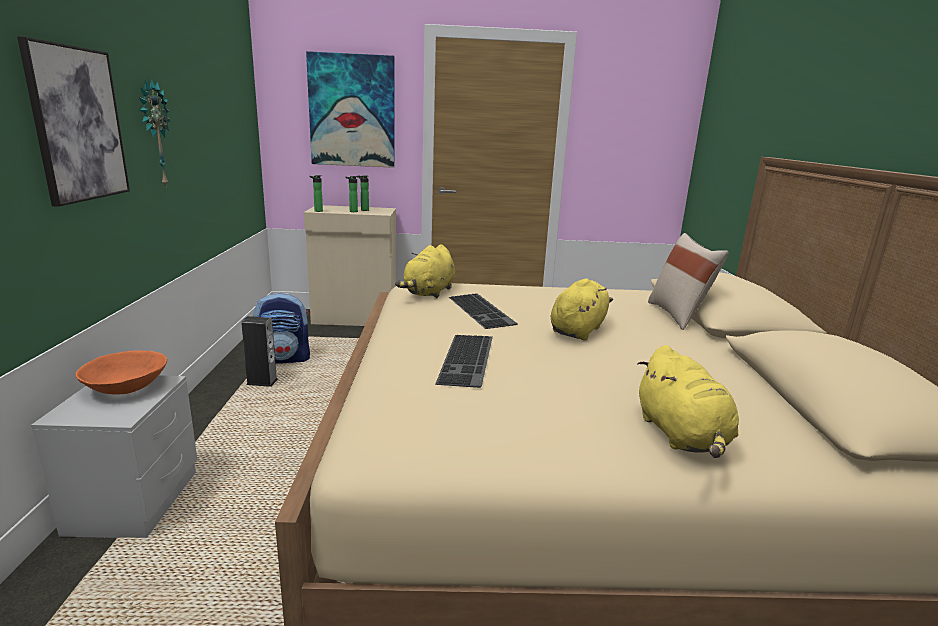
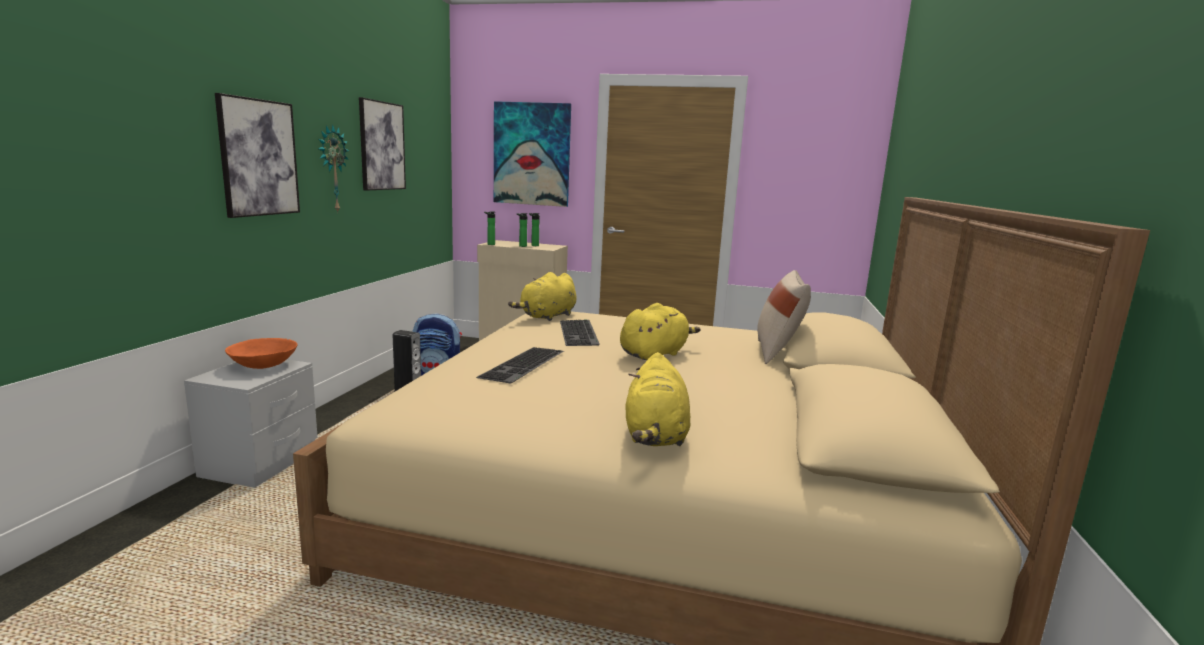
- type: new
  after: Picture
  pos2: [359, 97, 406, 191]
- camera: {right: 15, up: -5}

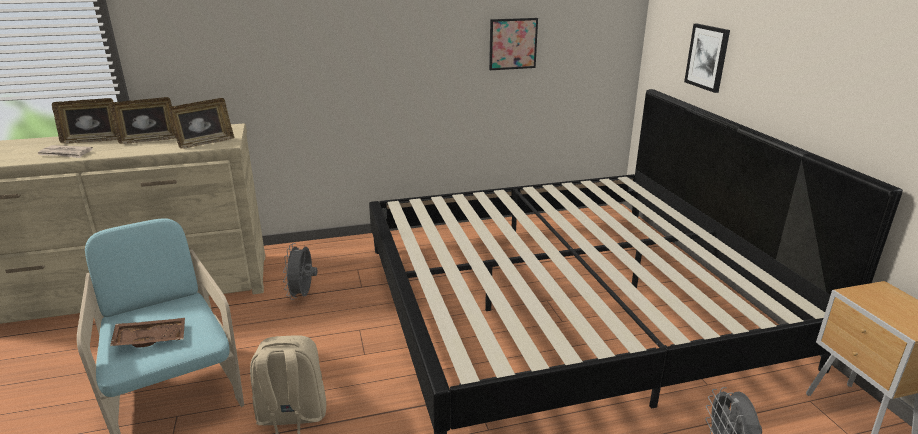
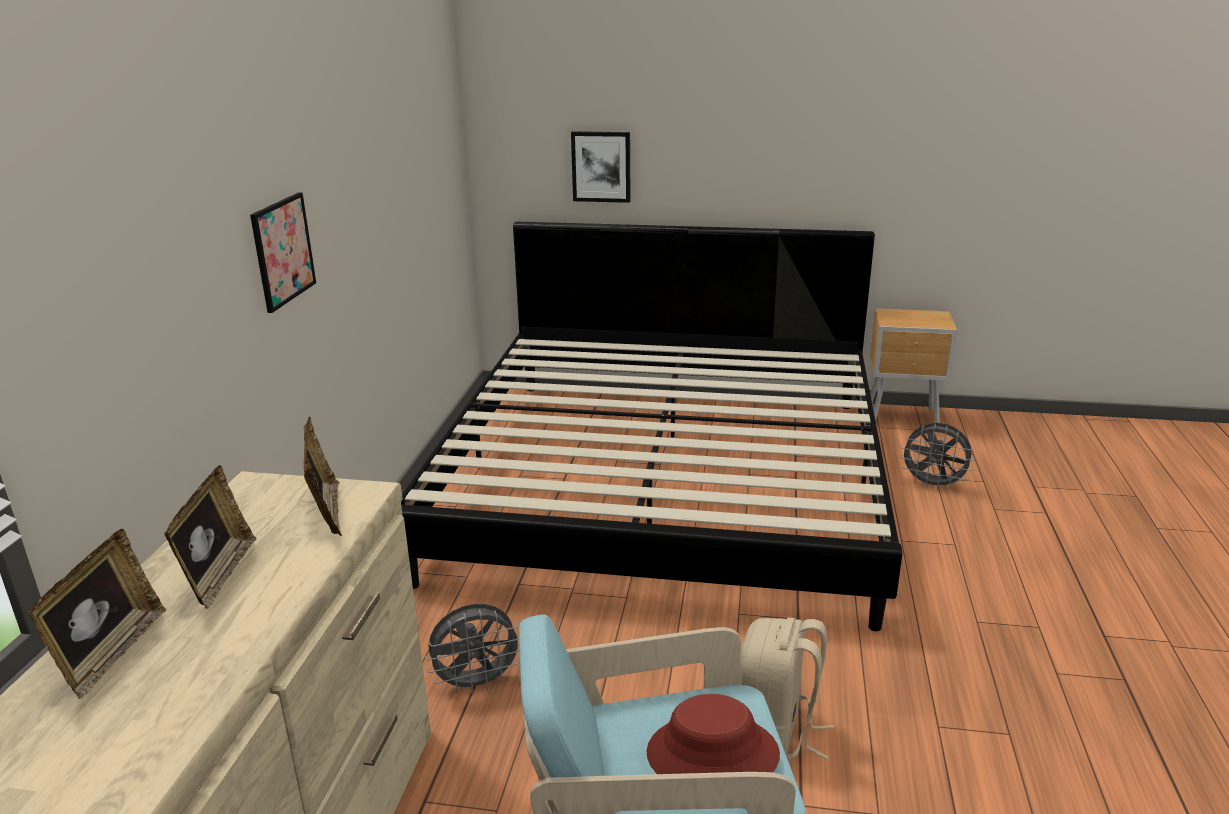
- type: shifted
  before: Picture
  pos1: [489, 18, 538, 70]
  pos2: [250, 192, 316, 313]
- type: gone
  before: Newspaper
  pos1: [38, 145, 93, 158]
- type: rotated
  before: GreyFan
  pos1: [283, 243, 318, 300]
  pos2: [425, 604, 520, 694]
  turn: -45
- type: swapped
  before: BrownTray
  after: RedHat
  pos1: [110, 318, 185, 348]
  pos2: [647, 694, 780, 774]
- camera: {right: -65, up: 0}

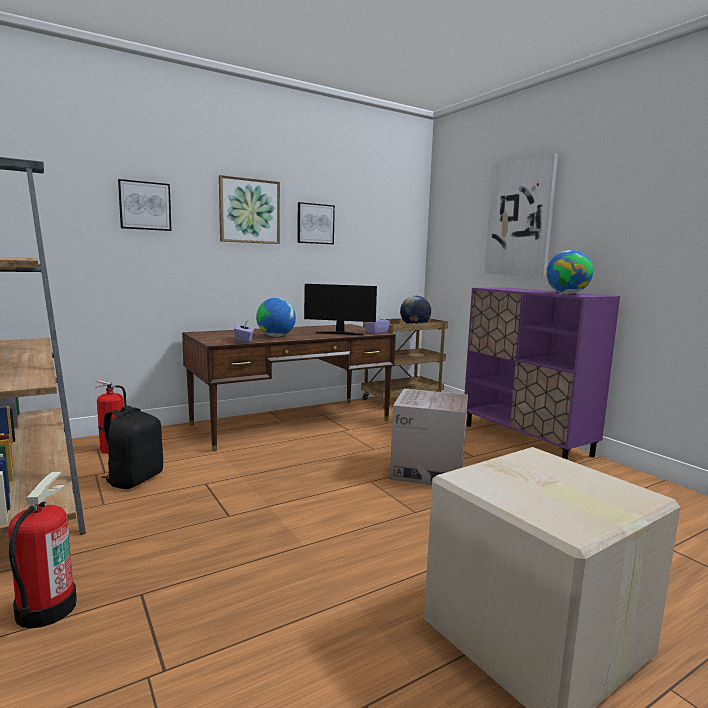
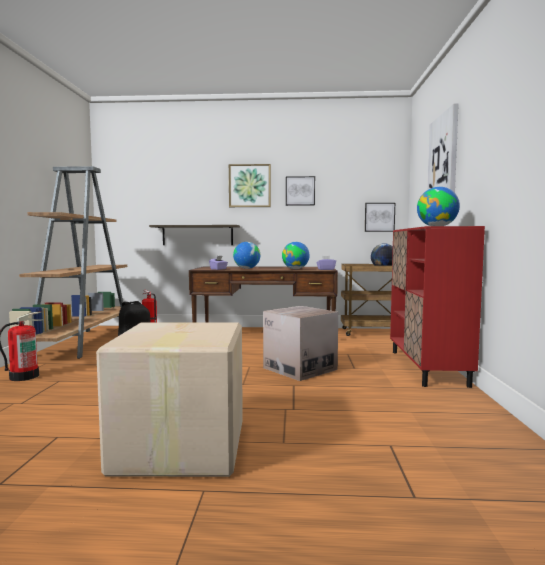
- type: shifted
  before: Picture
  pos1: [118, 179, 172, 231]
  pos2: [365, 203, 395, 232]
- type: swapped
  before: Monitor
  after: Globe
  pos1: [304, 284, 377, 335]
  pos2: [282, 242, 310, 269]
- type: repainted
  before: PurpleCabinet
  after: RedCabinet
  pos1: [465, 287, 620, 460]
  pos2: [390, 226, 485, 388]
- type: new
  after: Shelf
  pos2: [149, 225, 240, 245]
- camera: {right: 35, up: -5}

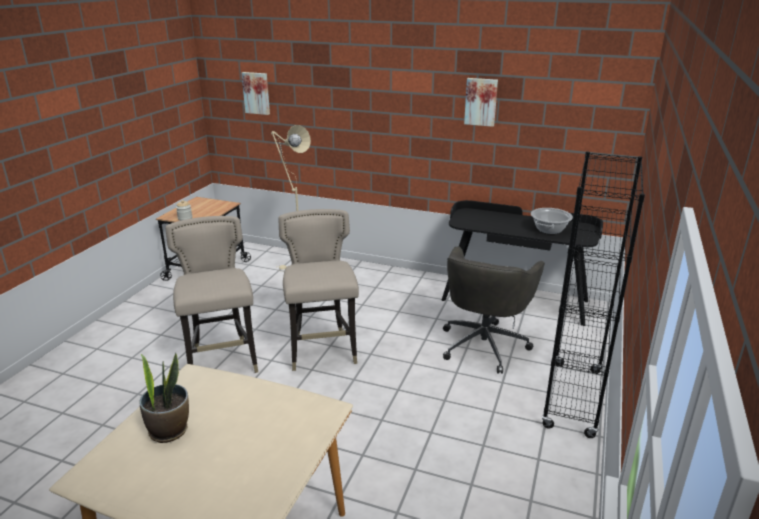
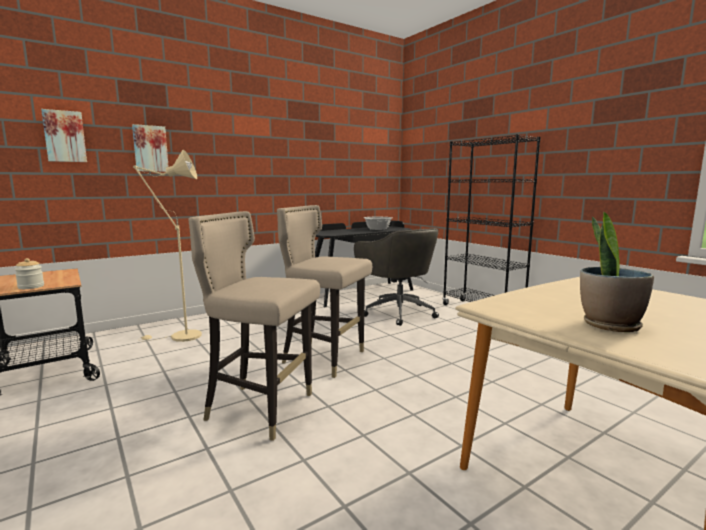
- type: shifted
  before: Picture
  pos1: [464, 78, 498, 127]
  pos2: [132, 124, 169, 172]
- camera: {right: -55, up: -15}

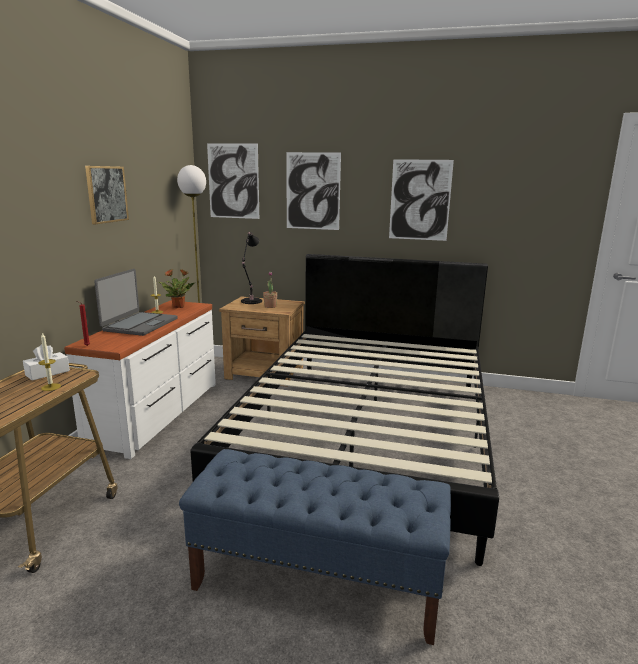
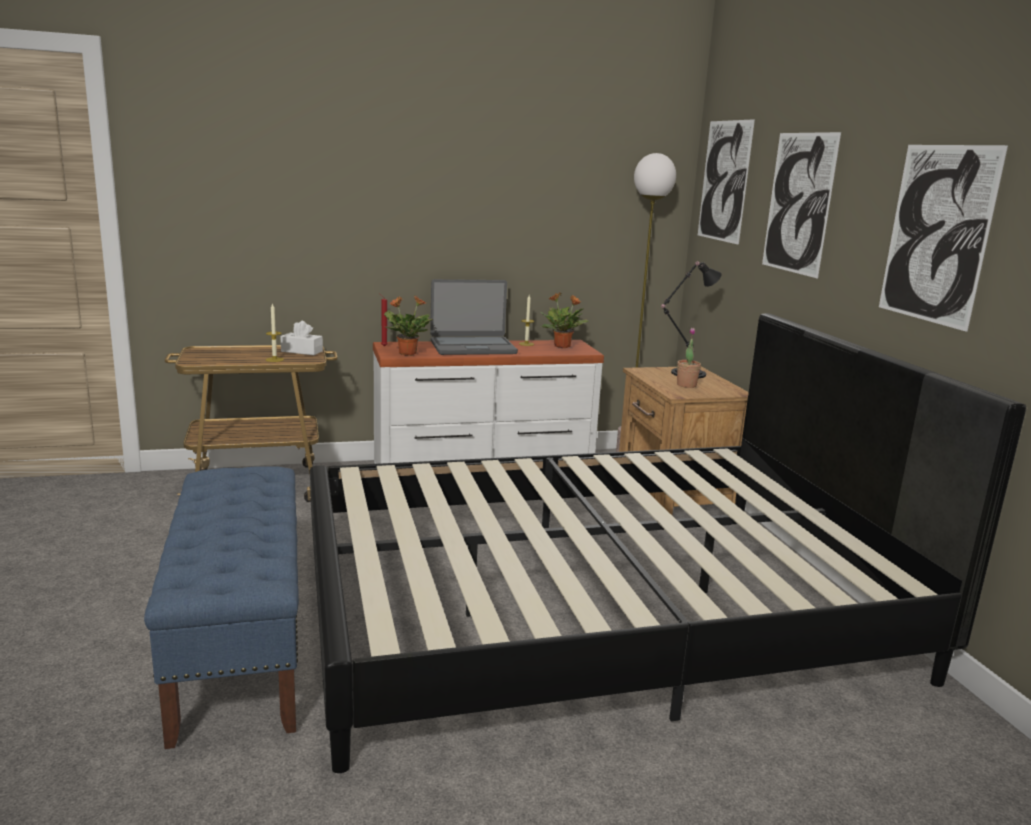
- type: gone
  before: Picture
  pos1: [85, 166, 129, 224]
- type: new
  after: PottedPlant
  pos2: [384, 295, 433, 355]
- camera: {right: 60, up: 0}

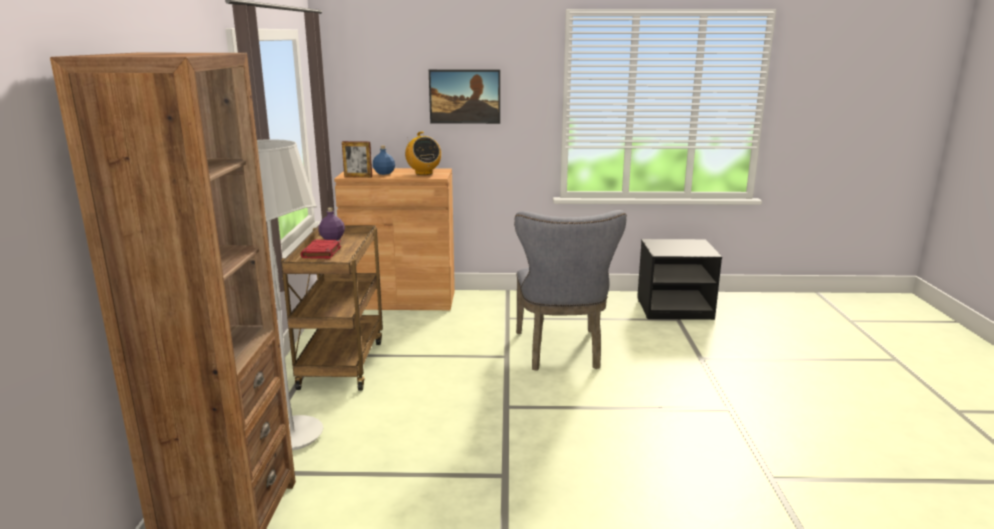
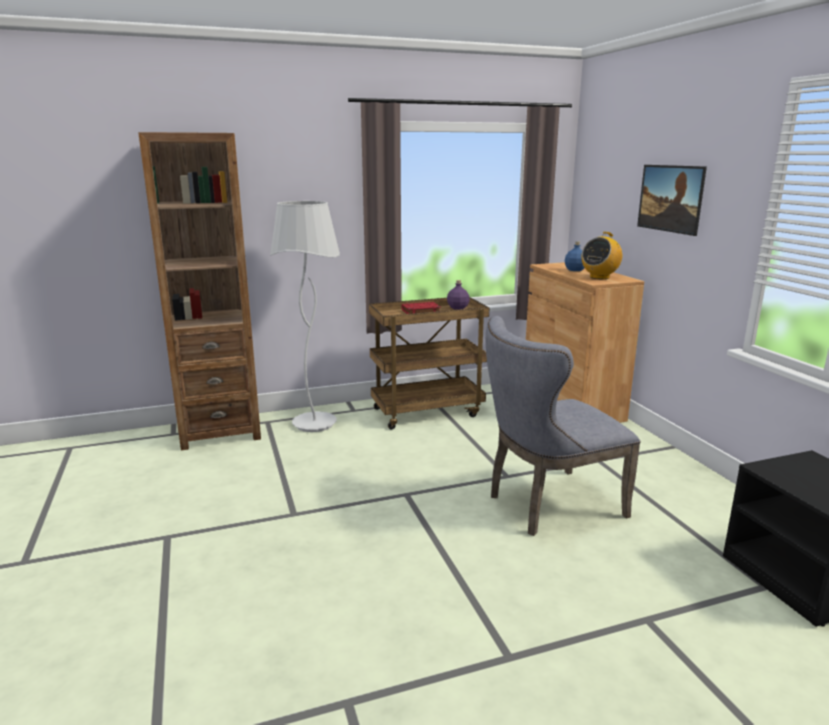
- type: gone
  before: PictureFrame
  pos1: [342, 141, 372, 178]
- camera: {right: 70, up: 0}

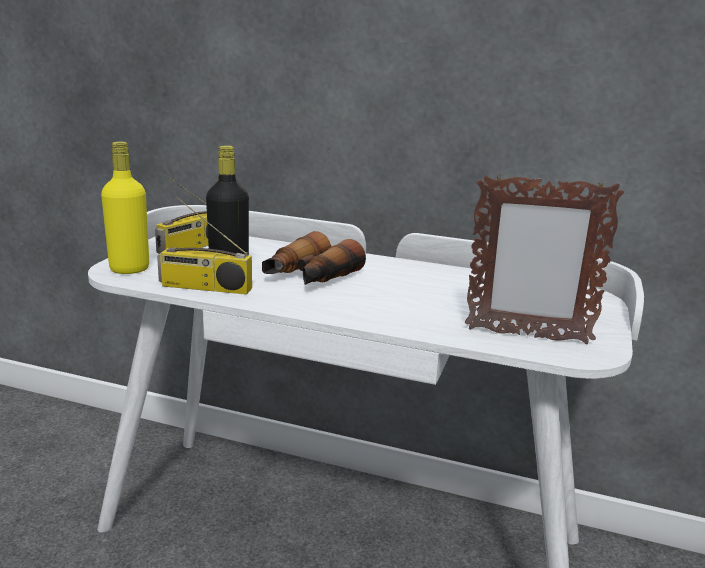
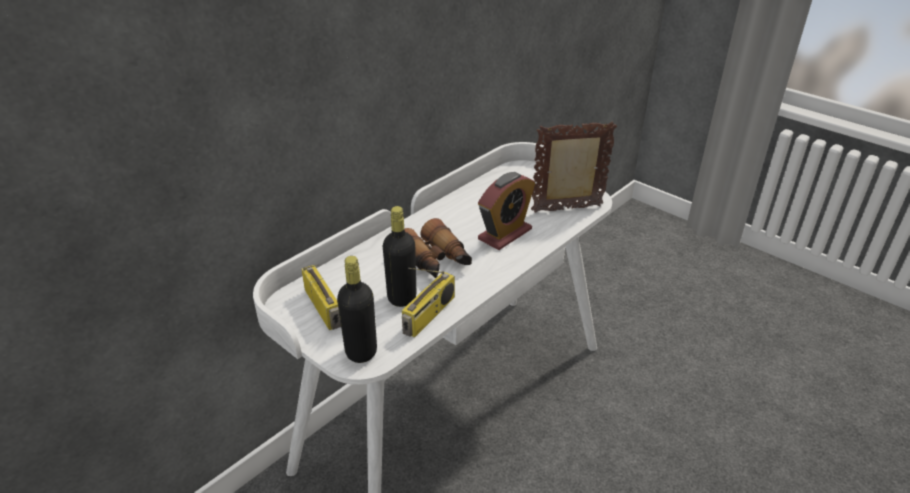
- type: repainted
  before: YellowBottle
  after: BlackBottle
  pos1: [101, 141, 149, 274]
  pos2: [337, 256, 377, 363]
- type: rotated
  before: PictureFrame
  pos1: [465, 174, 624, 345]
  pos2: [531, 121, 617, 213]
  turn: -135
- type: new
  after: AlarmClock
  pos2: [478, 172, 535, 250]
- camera: {right: -65, up: 15}

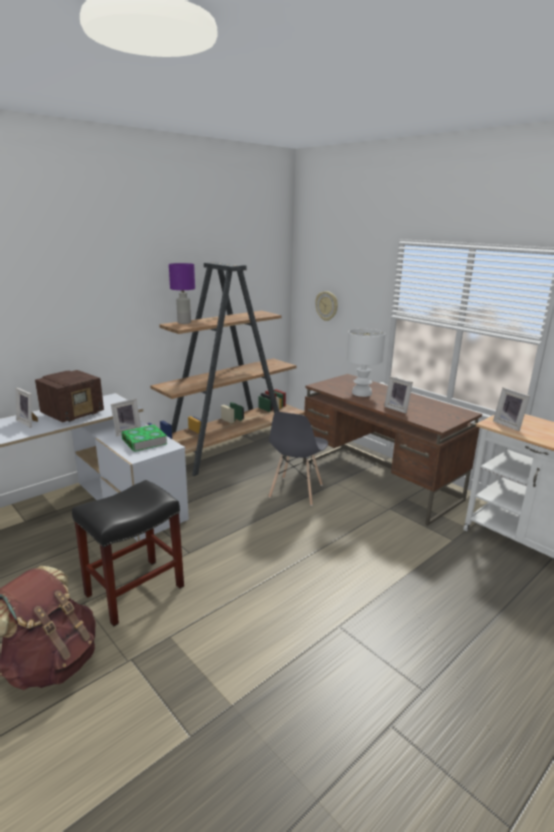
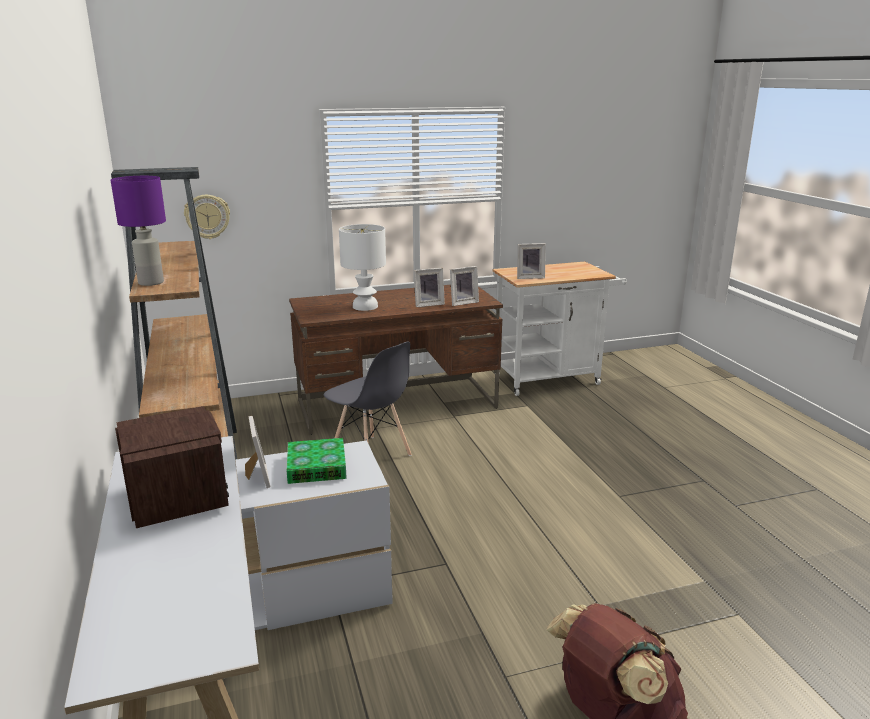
- type: shifted
  before: PictureFrame
  pos1: [16, 388, 38, 427]
  pos2: [450, 266, 479, 306]
- type: gone
  before: BlackStool
  pos1: [72, 480, 184, 626]
- camera: {right: -65, up: 0}

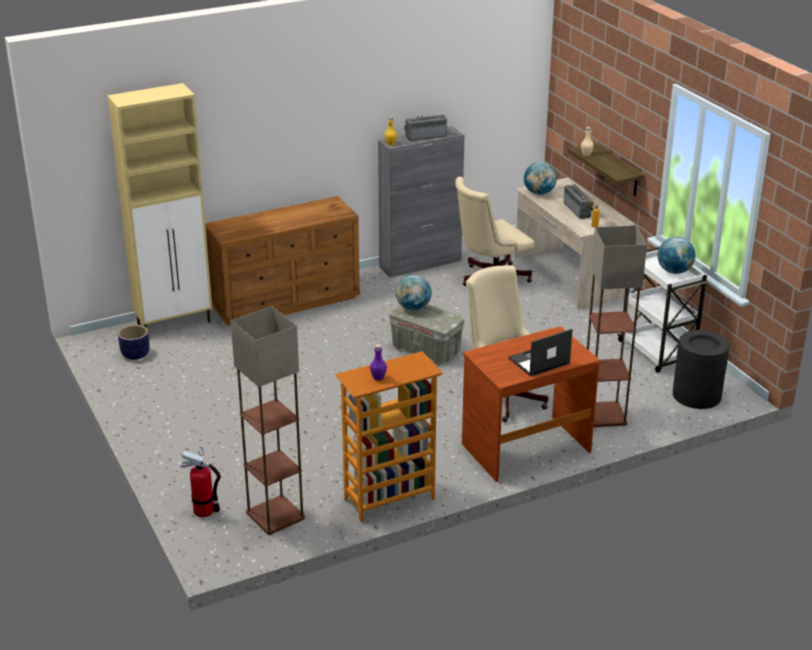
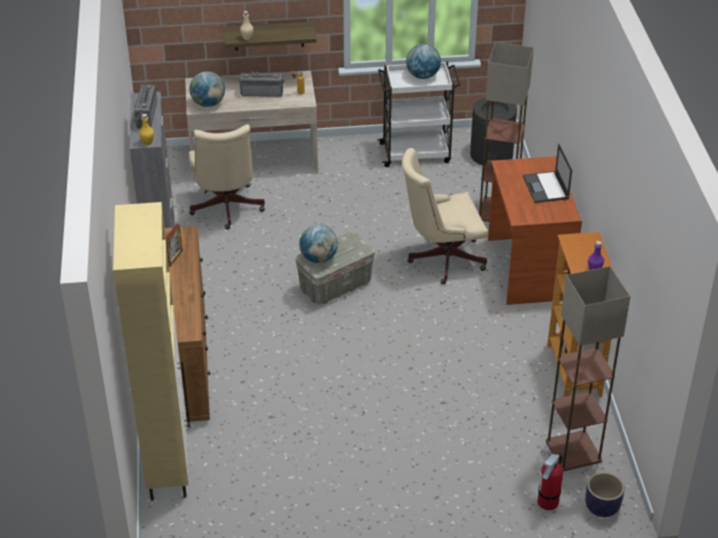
- type: shifted
  before: Planter
  pos1: [118, 325, 150, 360]
  pos2: [585, 472, 624, 517]
- type: new
  after: PictureFrame
  pos2: [166, 224, 183, 267]
- camera: {right: -70, up: 10}

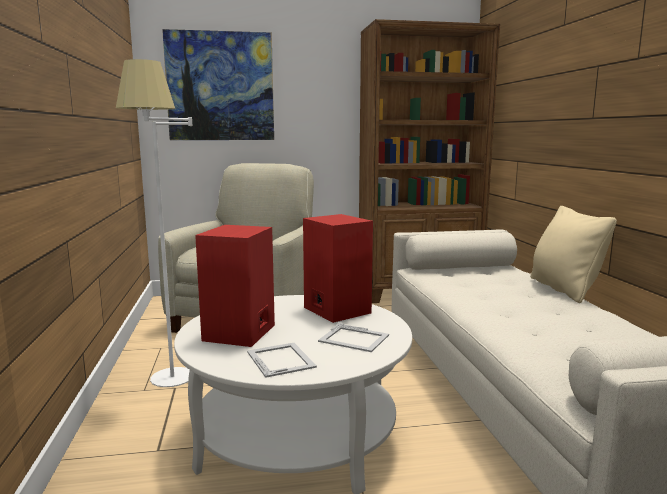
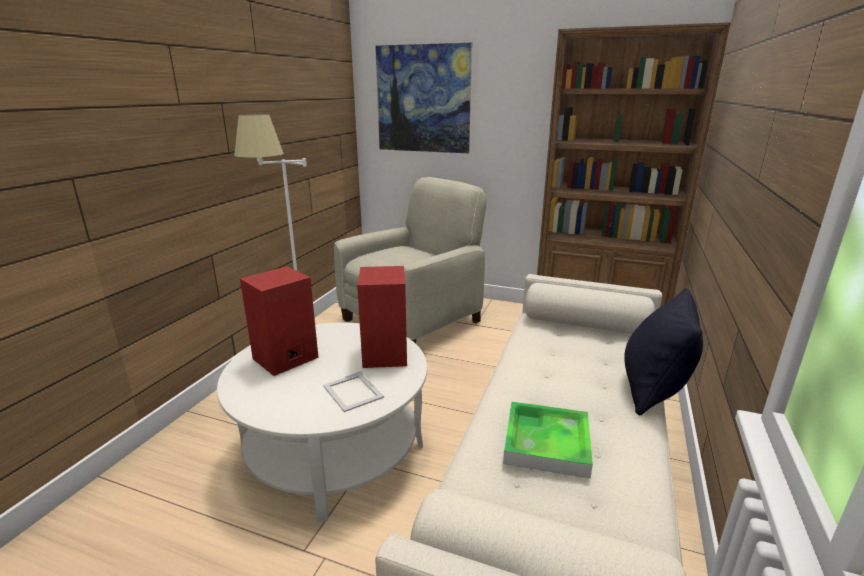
- type: repainted
  before: BeigePillow
  after: BlackPillow
  pos1: [530, 206, 617, 303]
  pos2: [624, 288, 703, 415]
- type: gone
  before: PictureFrame
  pos1: [247, 343, 317, 378]
- type: new
  after: Tray
  pos2: [503, 401, 593, 478]
- camera: {right: 30, up: 10}

